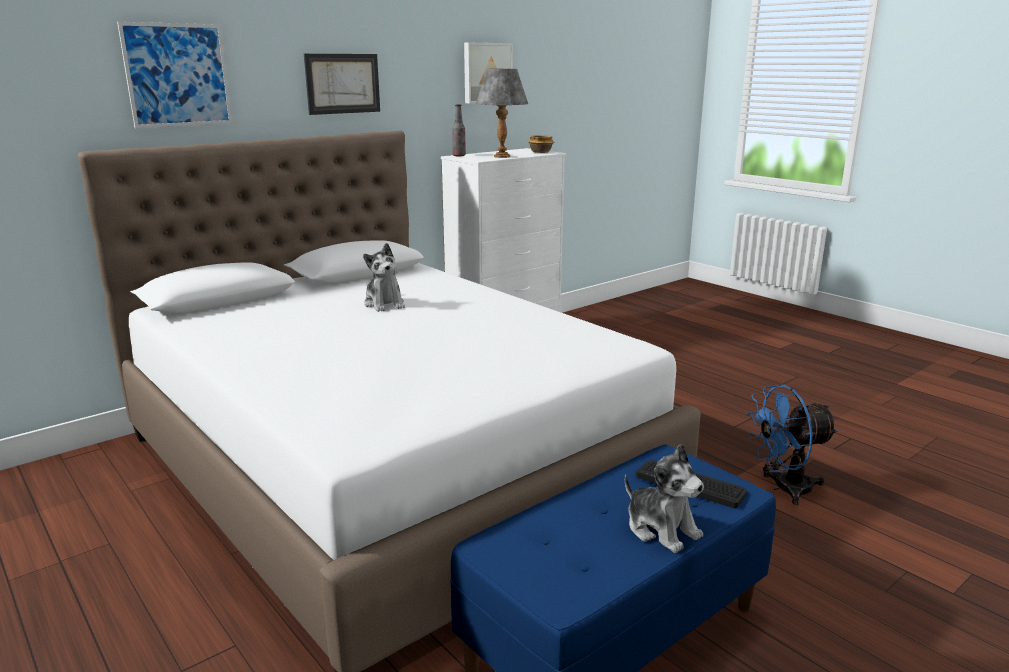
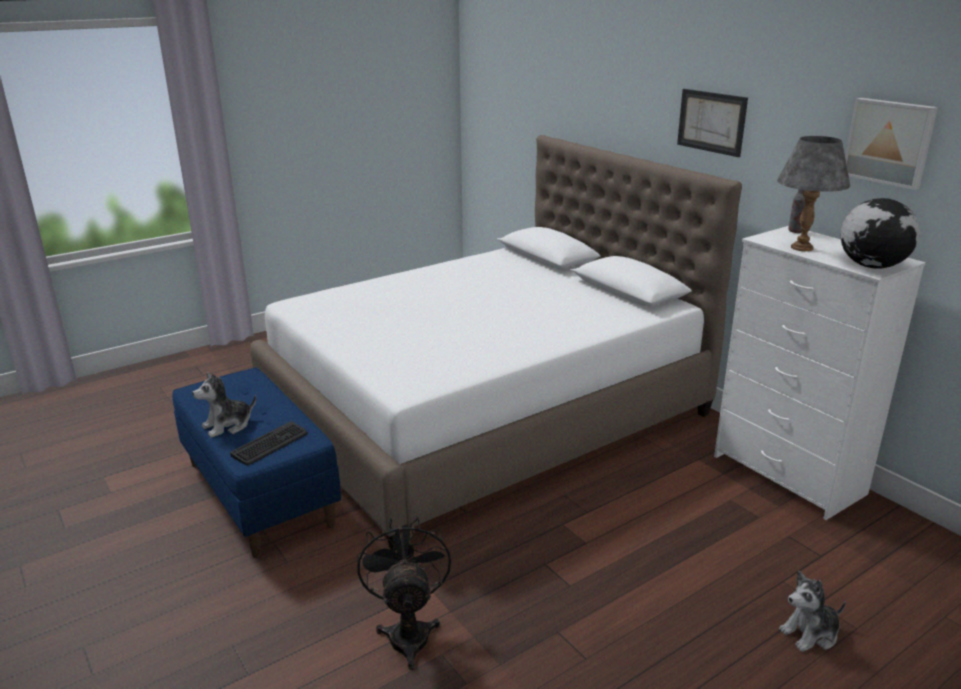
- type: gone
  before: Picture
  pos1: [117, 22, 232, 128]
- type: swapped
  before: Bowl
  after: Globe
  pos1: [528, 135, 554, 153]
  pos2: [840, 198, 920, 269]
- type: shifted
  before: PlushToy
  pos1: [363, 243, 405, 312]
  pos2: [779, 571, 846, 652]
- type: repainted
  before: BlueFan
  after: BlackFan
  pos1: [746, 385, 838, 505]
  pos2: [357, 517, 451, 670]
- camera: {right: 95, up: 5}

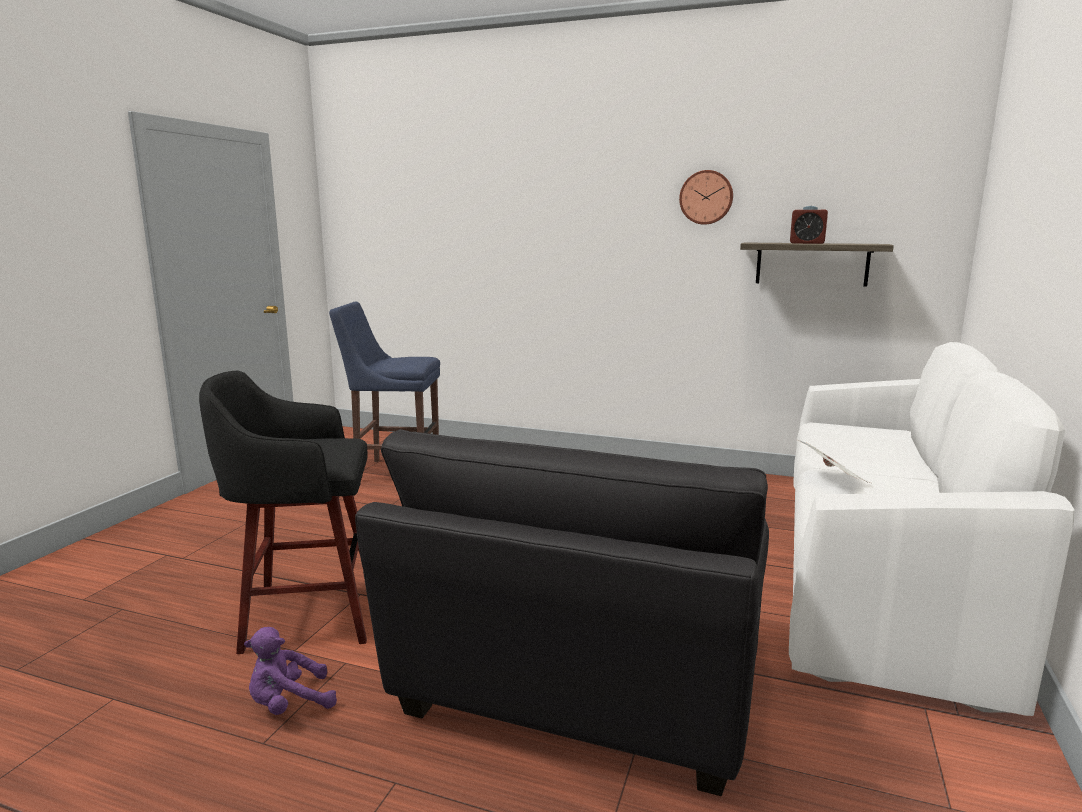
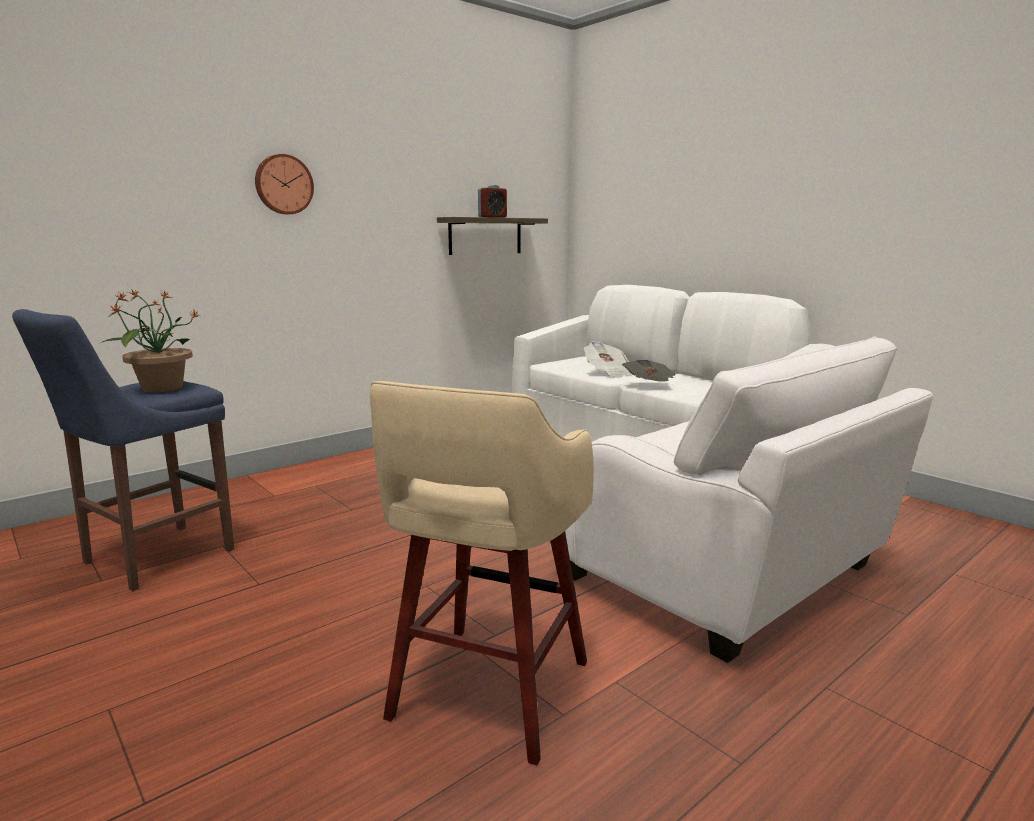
- type: shifted
  before: WallClock
  pos1: [679, 170, 733, 225]
  pos2: [255, 154, 314, 215]
- type: repainted
  before: BlackStool
  after: BeigeStool
  pos1: [199, 371, 368, 654]
  pos2: [370, 381, 594, 765]
- type: repainted
  before: BlackArmchair
  after: WhiteArmchair
  pos1: [355, 429, 769, 796]
  pos2: [550, 336, 933, 663]
- type: gone
  before: PurplePlushToy
  pos1: [244, 627, 337, 715]
- type: new
  after: PottedPlant
  pos2: [101, 289, 201, 392]
- type: new
  after: Newspaper
  pos2: [584, 341, 629, 378]
- camera: {right: -60, up: 0}

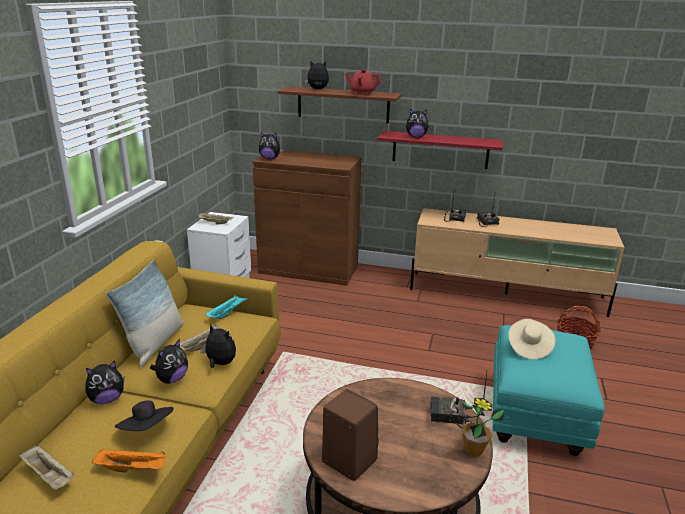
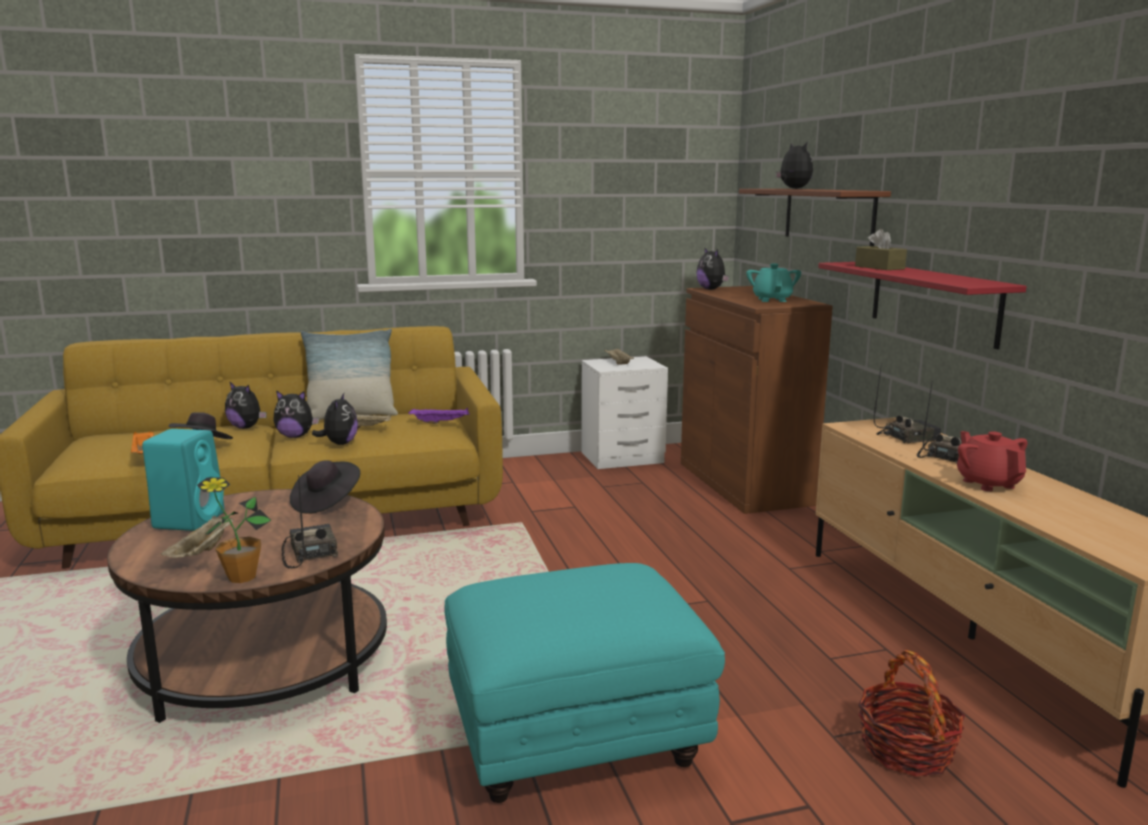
- type: shifted
  before: RedTeapot
  pos1: [345, 69, 381, 95]
  pos2: [957, 431, 1028, 491]
- type: swapped
  before: PlushToy
  after: BrownTissueBox
  pos1: [406, 109, 430, 137]
  pos2: [855, 229, 907, 270]
- type: repainted
  before: TurquoiseTray
  after: PurpleTray
  pos1: [205, 295, 248, 319]
  pos2: [408, 408, 469, 424]
- type: gone
  before: BeigeHat
  pos1: [508, 319, 555, 360]
- type: repainted
  before: BrownSpeaker
  after: TurquoiseSpeaker
  pos1: [322, 389, 379, 481]
  pos2: [142, 429, 224, 531]
- type: shifted
  before: BeigeTray
  pos1: [19, 445, 74, 490]
  pos2: [161, 515, 234, 558]
- type: new
  after: TurquoiseTeapot
  pos2: [746, 264, 801, 302]
- type: new
  after: BlackHat
  pos2: [290, 460, 360, 514]
- camera: {right: 60, up: -10}

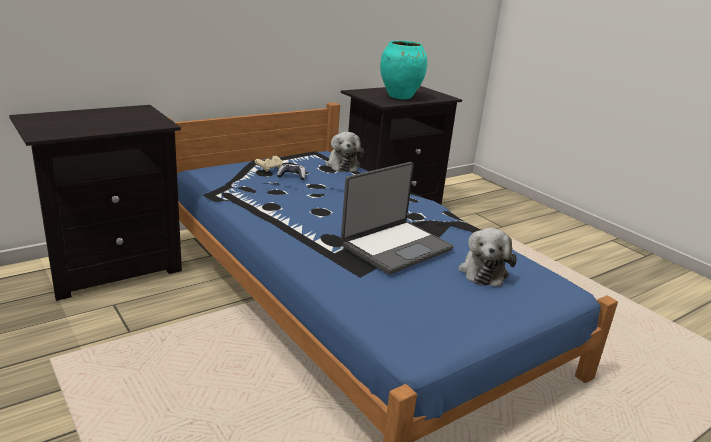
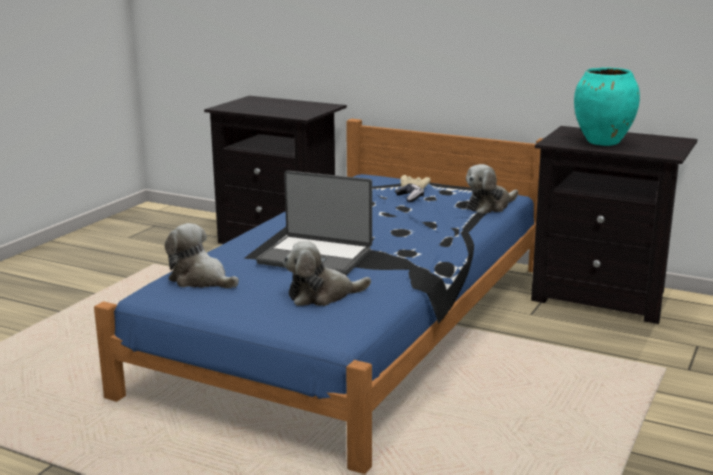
- type: new
  after: PlushToy
  pos2: [165, 223, 239, 288]
- camera: {right: 65, up: -5}

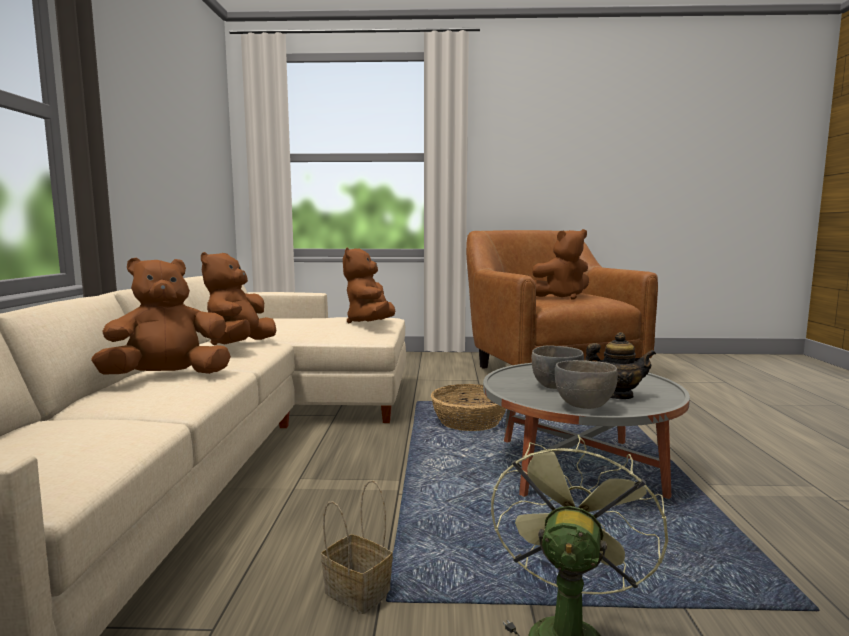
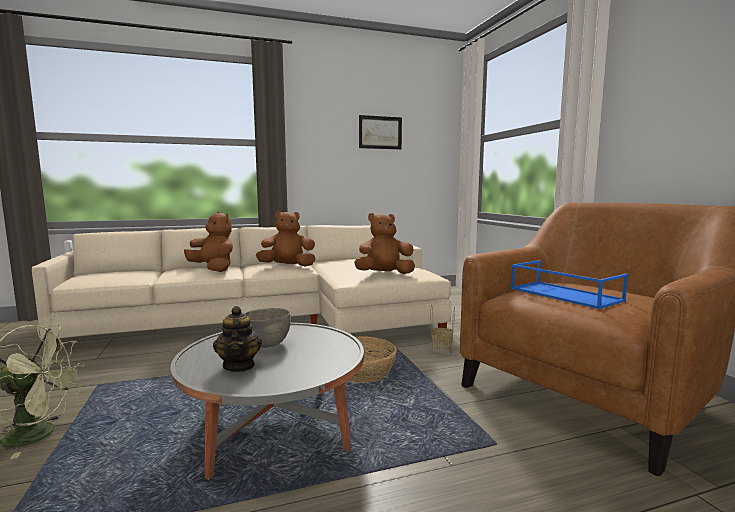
- type: swapped
  before: BrownPlushToy
  after: BlueTray
  pos1: [532, 229, 589, 300]
  pos2: [510, 260, 628, 309]
- type: gone
  before: GreyBowl
  pos1: [555, 360, 618, 409]
- type: shifted
  before: Basket
  pos1: [321, 480, 393, 614]
  pos2: [430, 306, 455, 354]
- type: new
  after: Picture
  pos2: [359, 115, 402, 150]
- camera: {right: 70, up: 0}

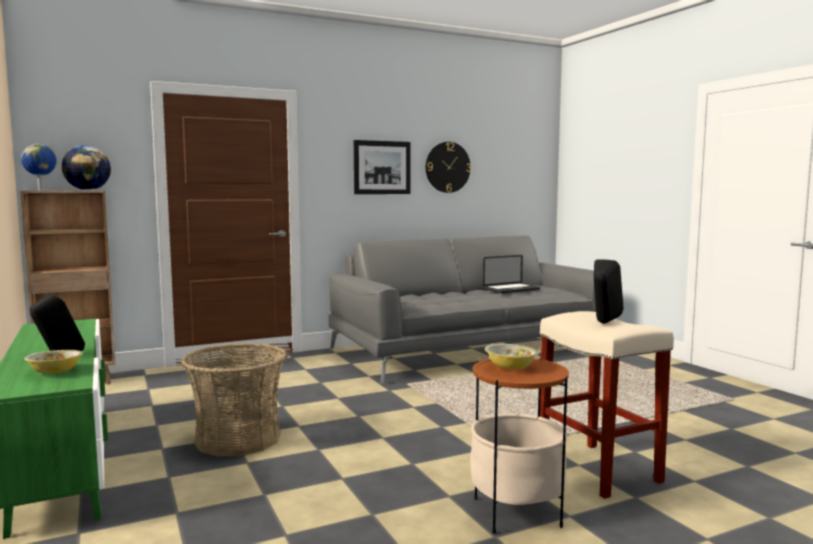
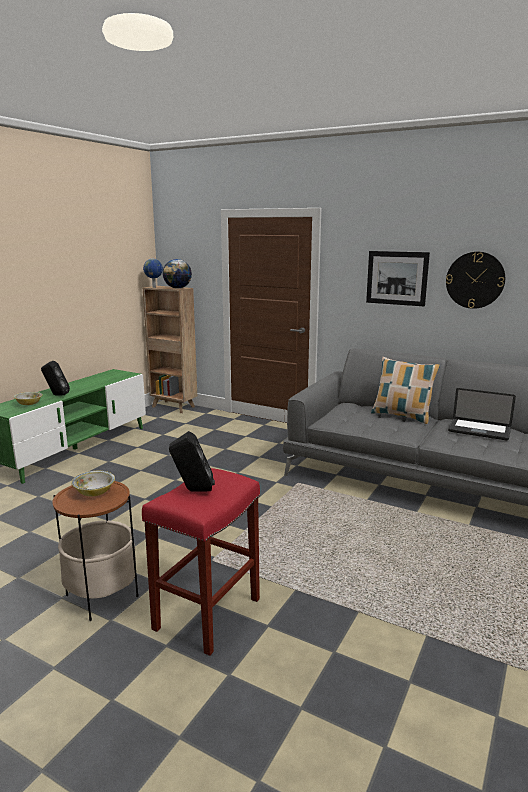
- type: repainted
  before: BeigeStool
  after: RedStool
  pos1: [540, 311, 674, 499]
  pos2: [142, 468, 260, 656]
- type: gone
  before: Basket
  pos1: [181, 343, 288, 456]
- type: new
  after: Pillow
  pos2: [371, 357, 440, 424]
- camera: {right: 55, up: 10}

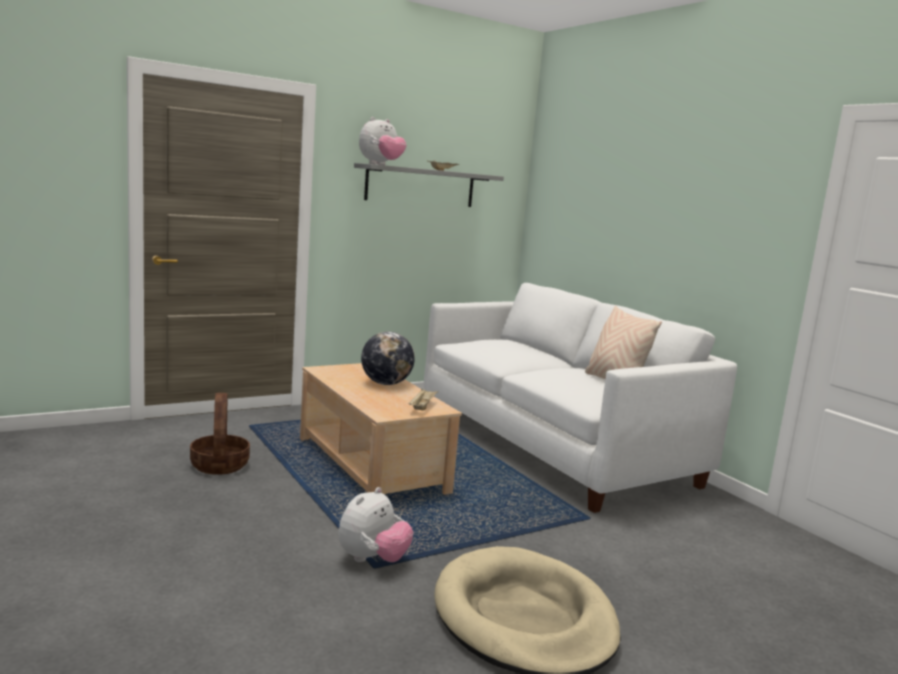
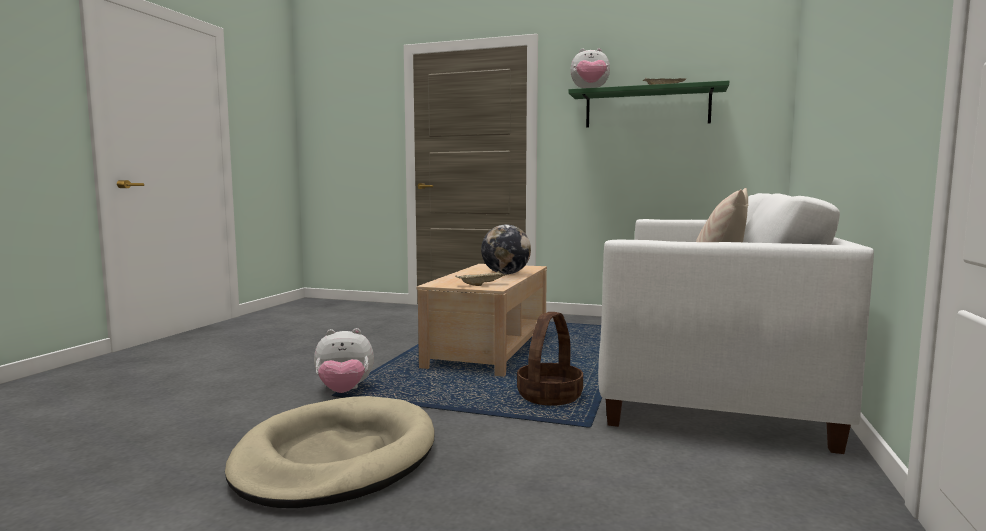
- type: repainted
  before: GreyShelf
  after: GreenShelf
  pos1: [354, 163, 504, 207]
  pos2: [569, 81, 729, 127]
- type: shifted
  before: Basket
  pos1: [190, 393, 250, 475]
  pos2: [517, 312, 583, 406]
- camera: {right: 50, up: -5}

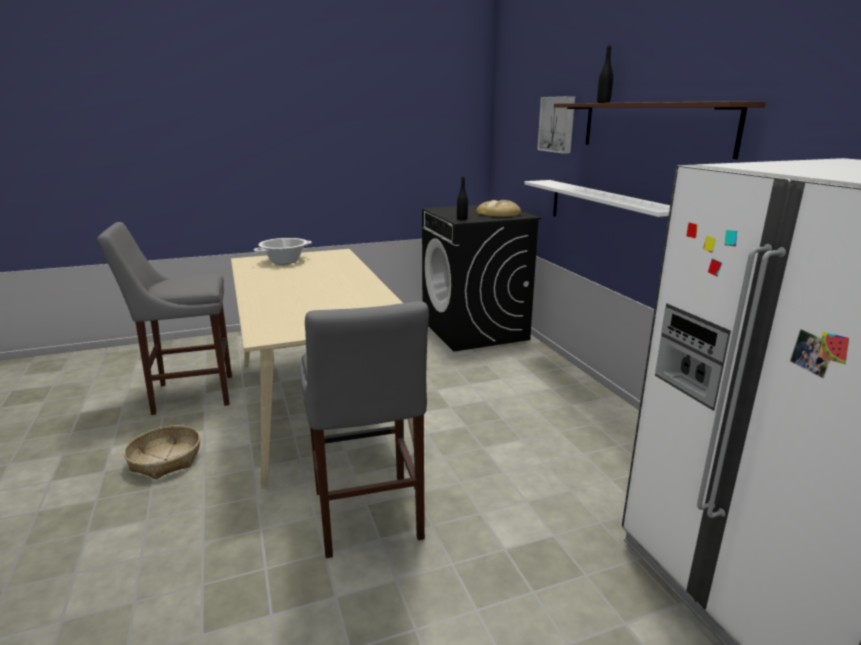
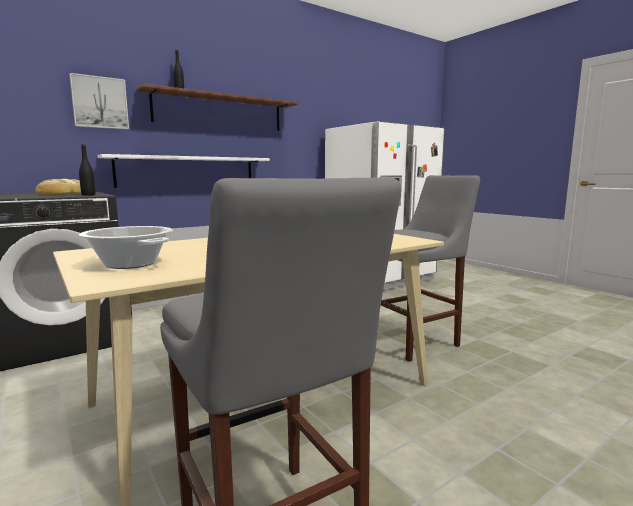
- type: gone
  before: Basket
  pos1: [124, 425, 200, 479]
- camera: {right: -105, up: -10}

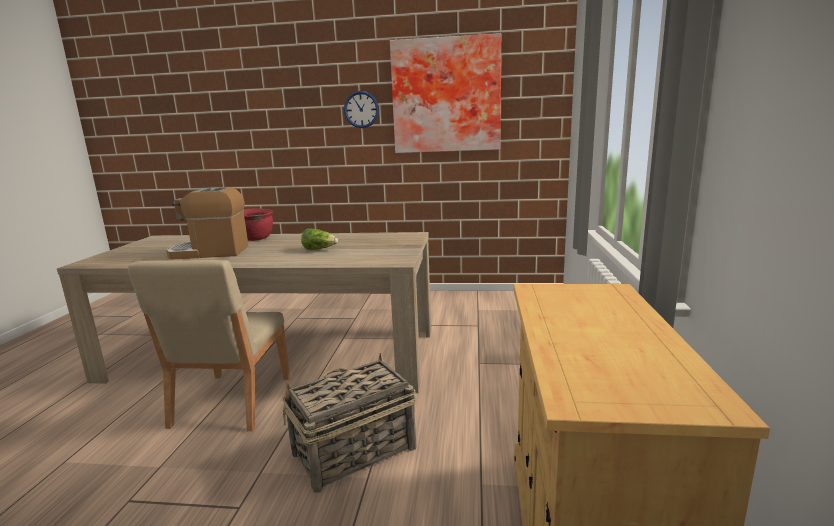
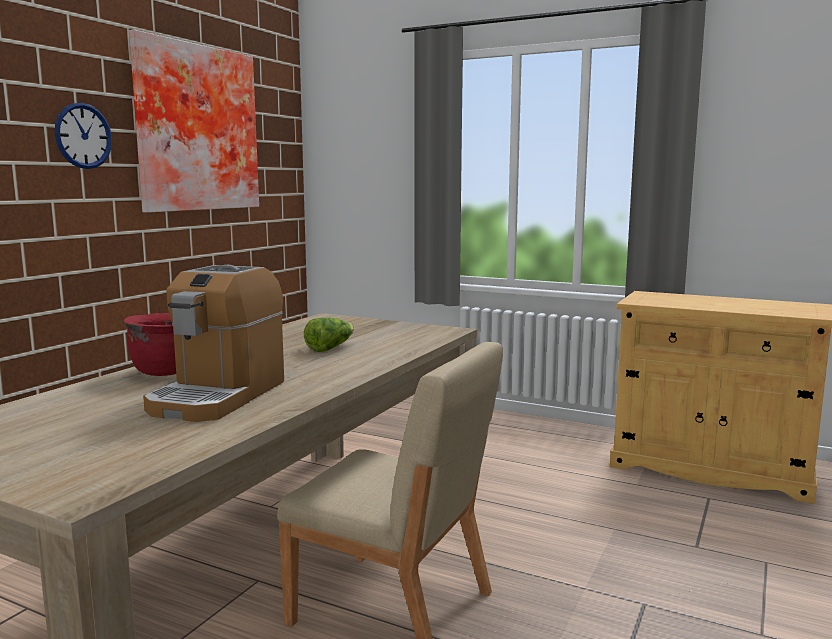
- type: gone
  before: Basket
  pos1: [282, 353, 417, 493]
- camera: {right: -70, up: -5}

